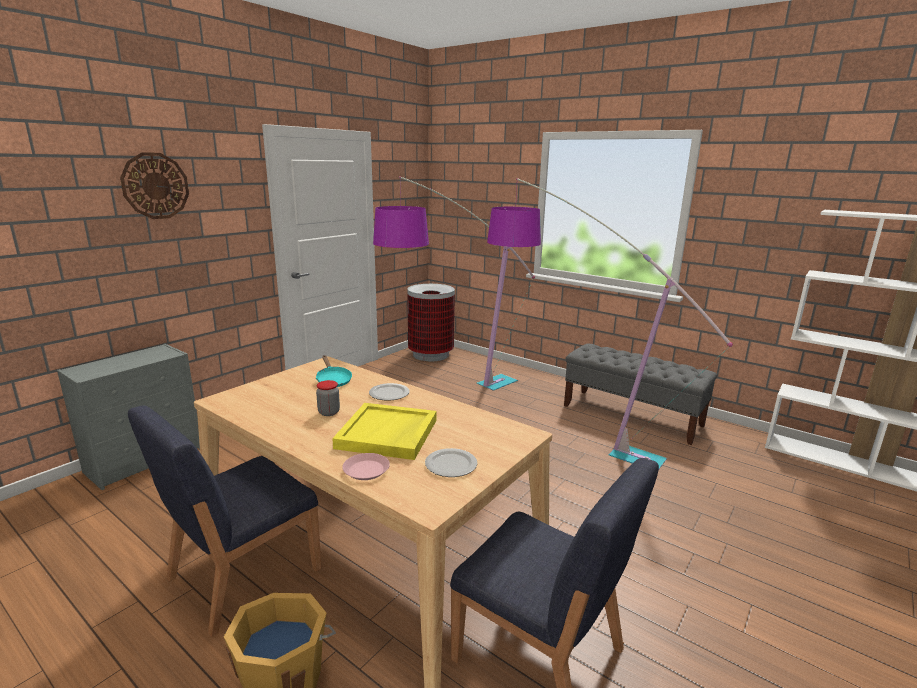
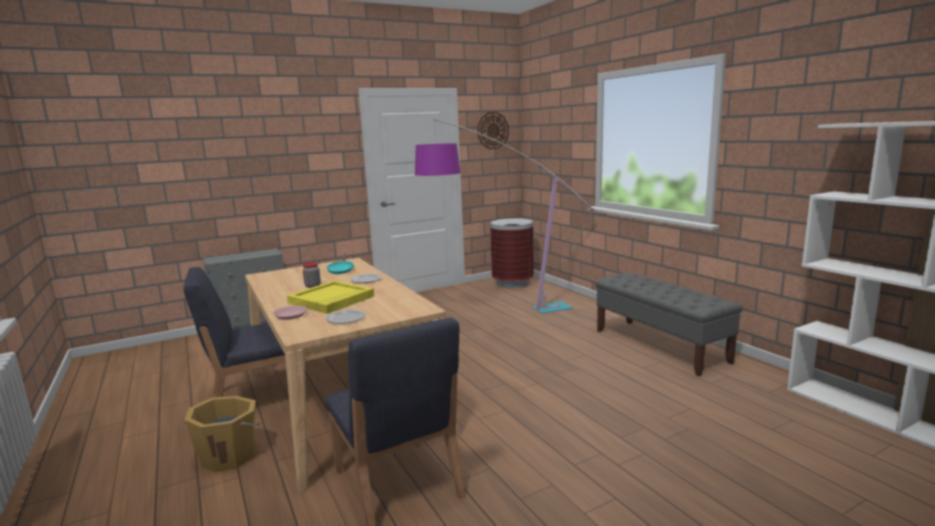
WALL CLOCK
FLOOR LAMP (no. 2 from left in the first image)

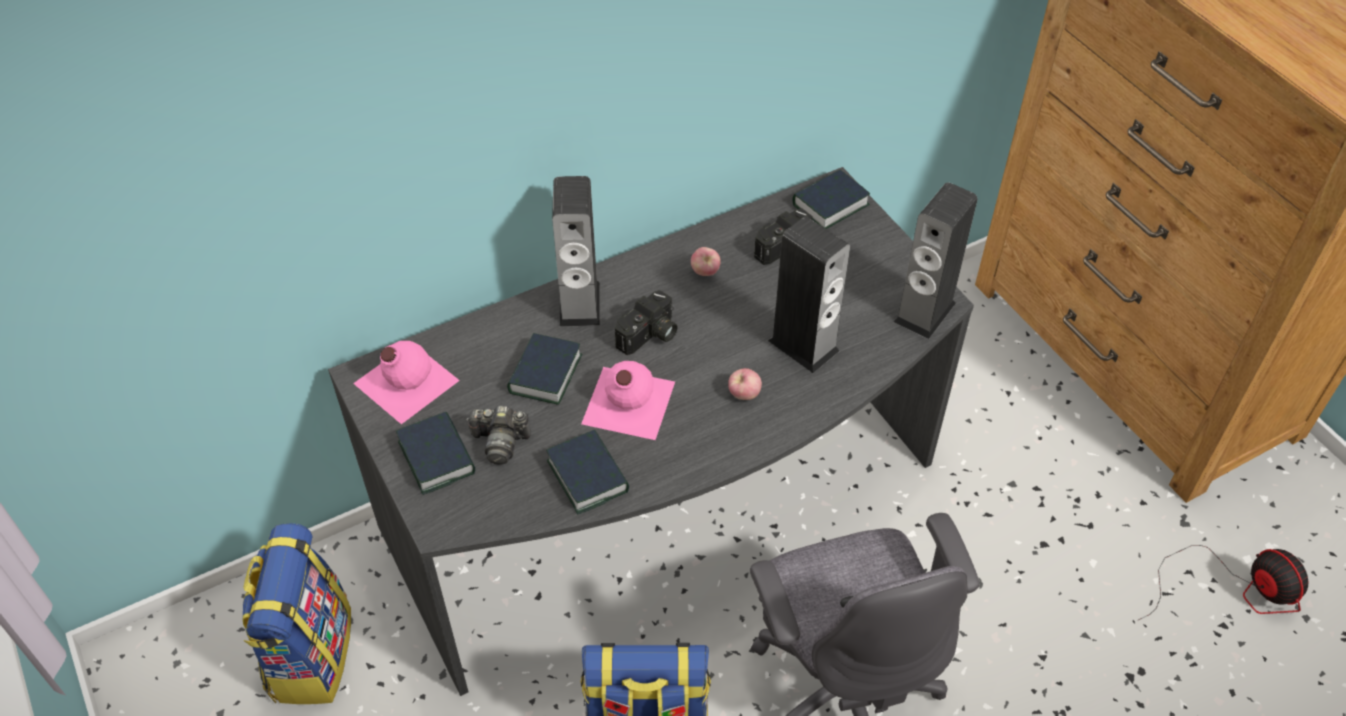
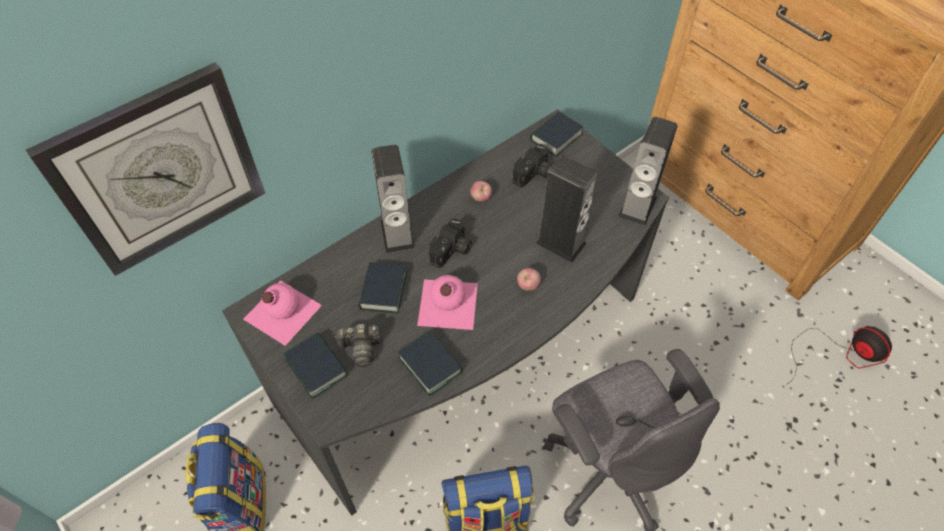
WALL CLOCK

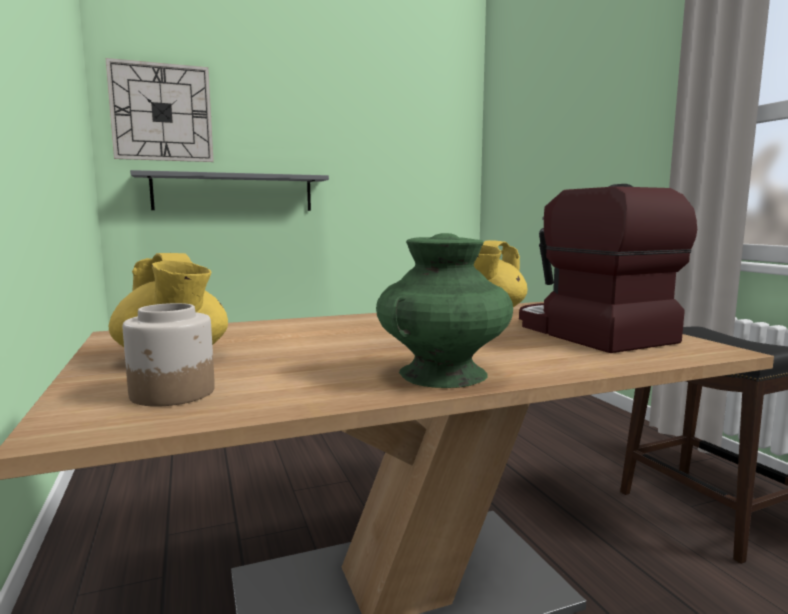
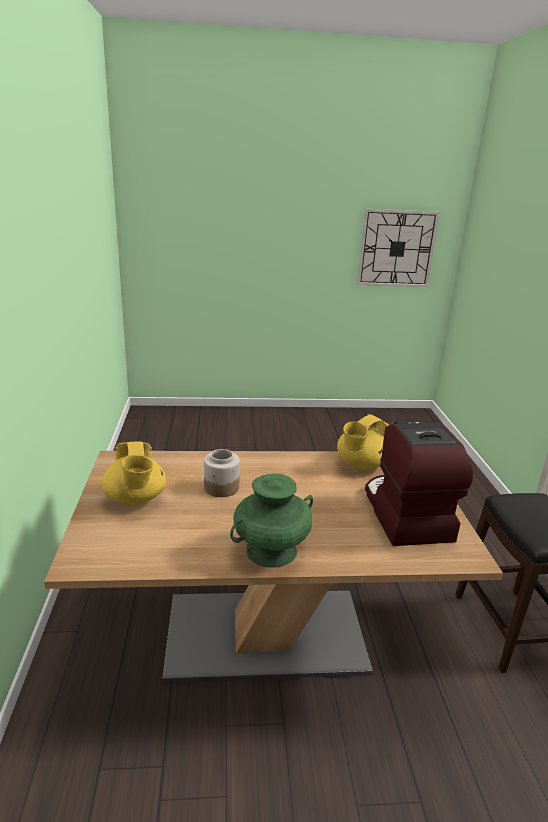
WALL CLOCK
GREY SHELF
JAR

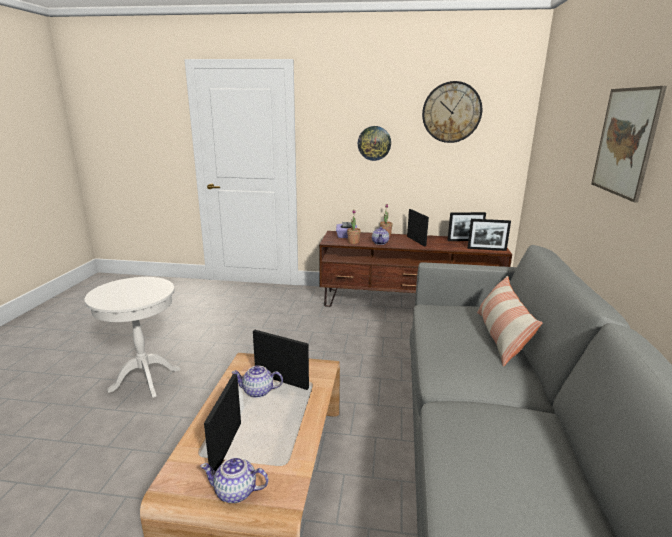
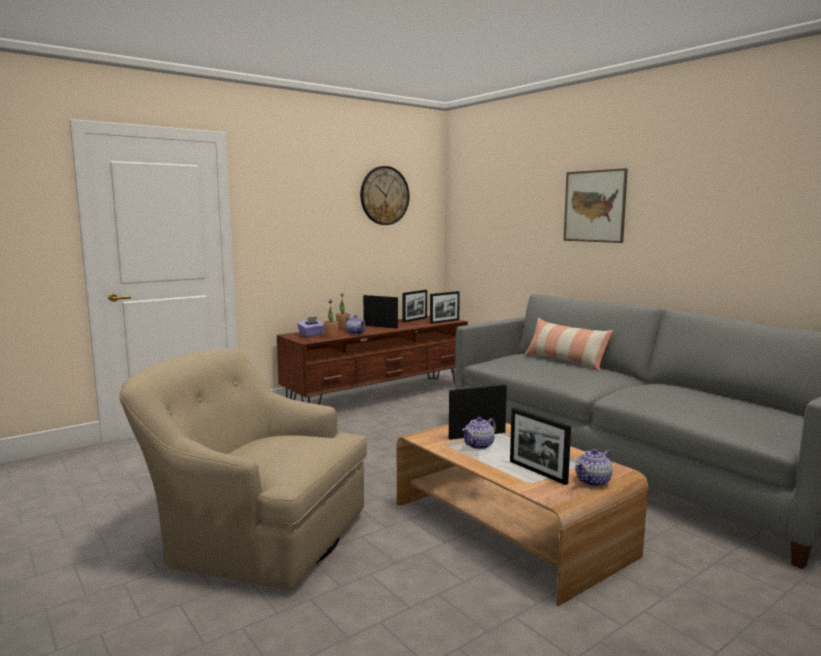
WALL CLOCK (no. 1 from left in the first image)
BEIGE ARMCHAIR

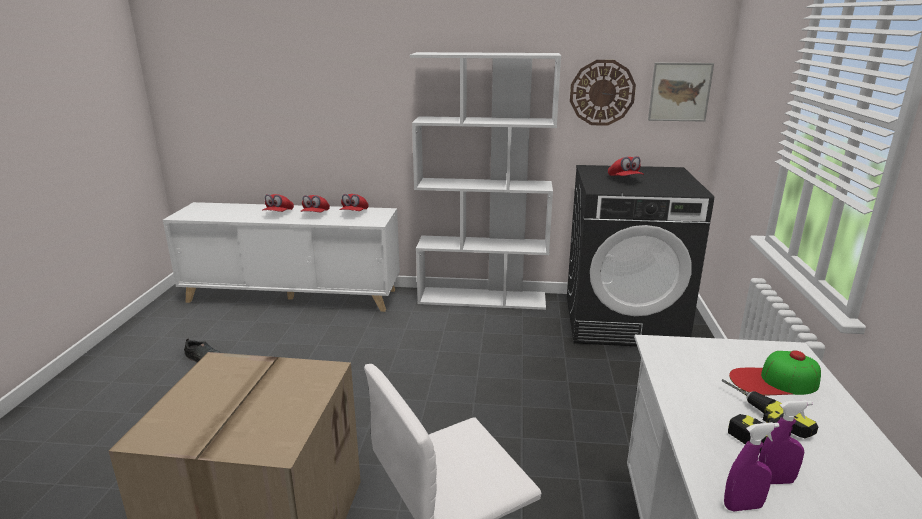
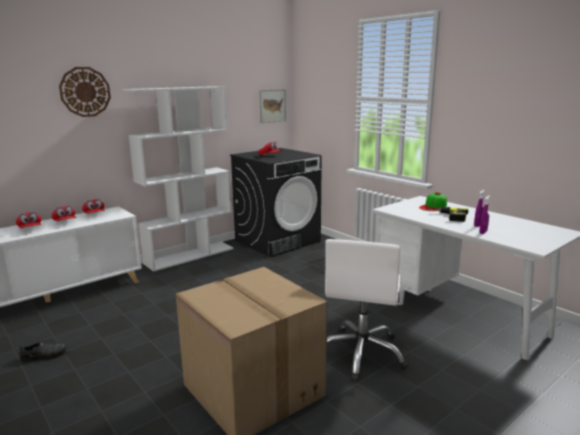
WALL CLOCK

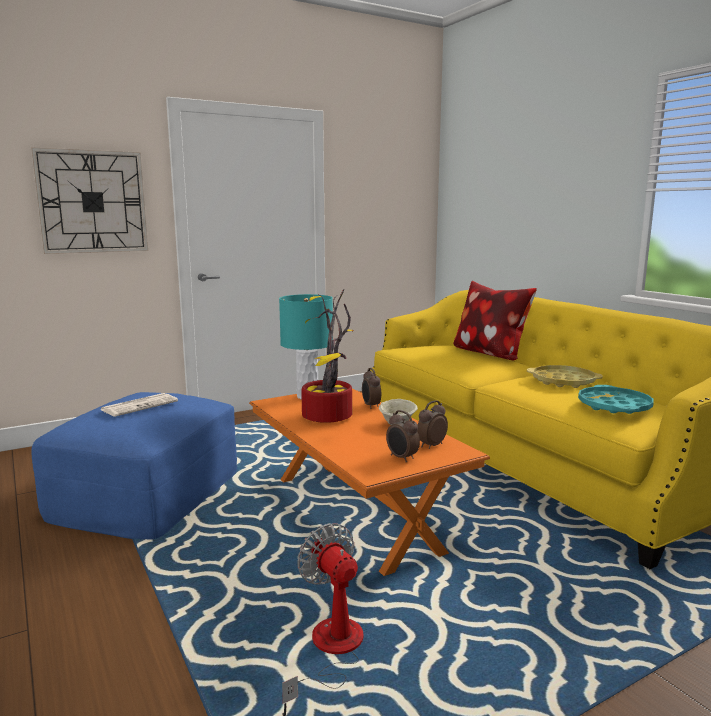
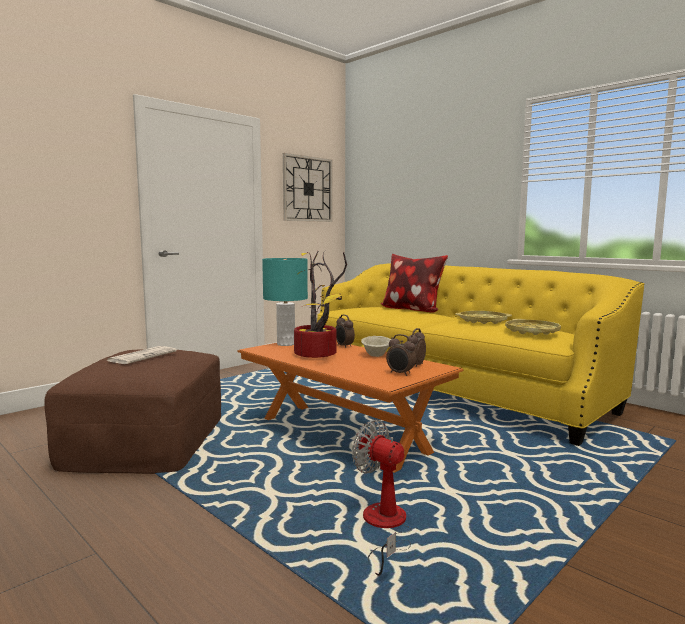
WALL CLOCK
YELLOW TRAY (no. 2 from left)
BROWN OTTOMAN

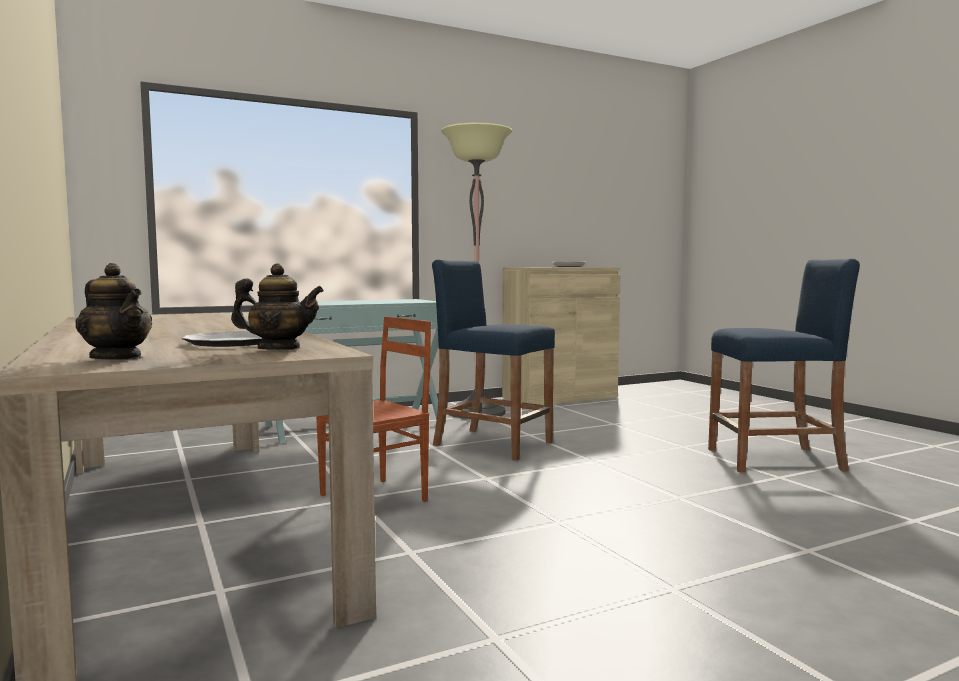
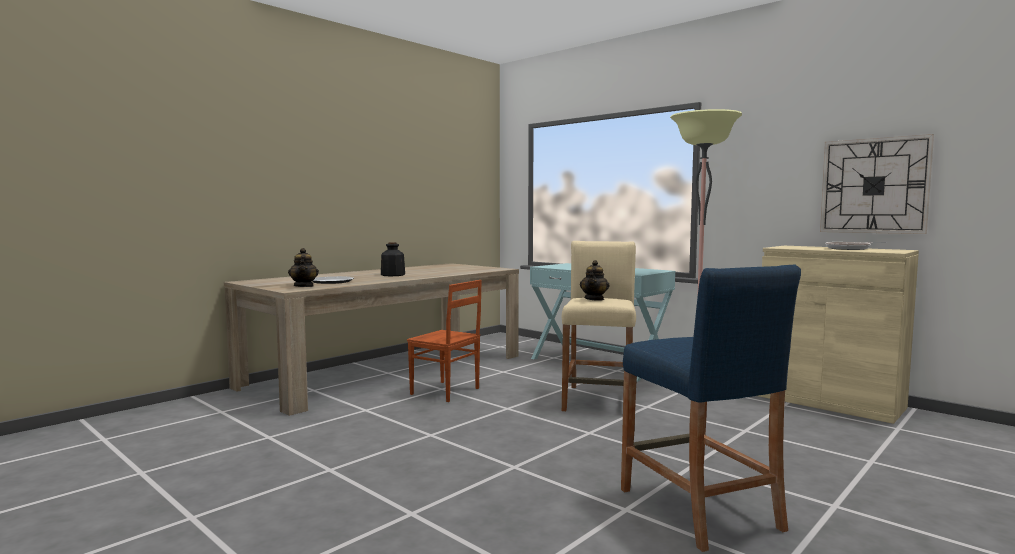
BEIGE STOOL
TEAPOT (no. 2 from left)
WALL CLOCK
BOTTLE

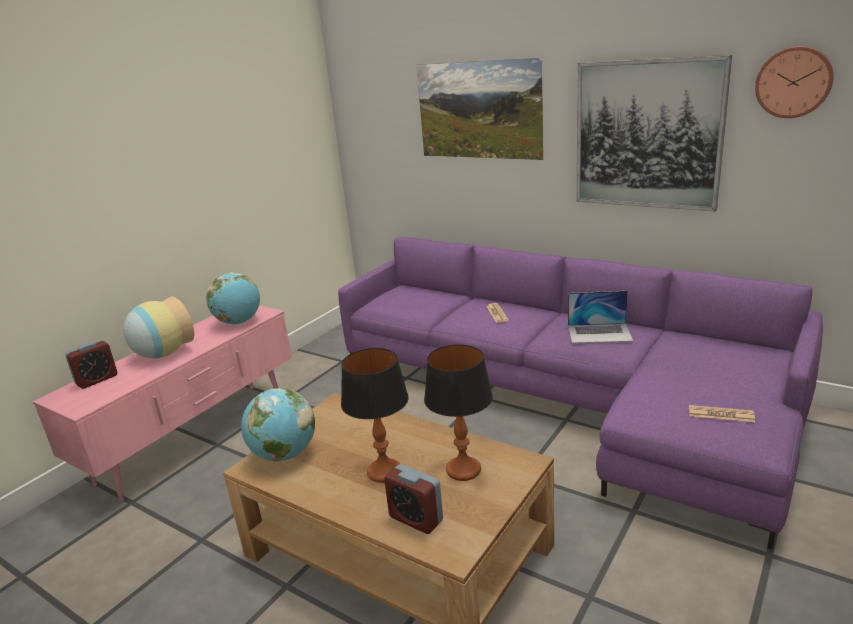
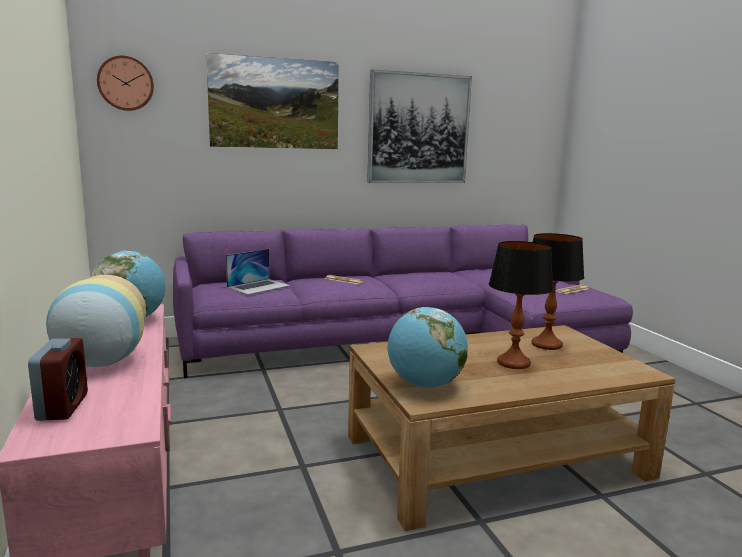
WALL CLOCK
LAPTOP
ALARM CLOCK (no. 2 from left in the first image)

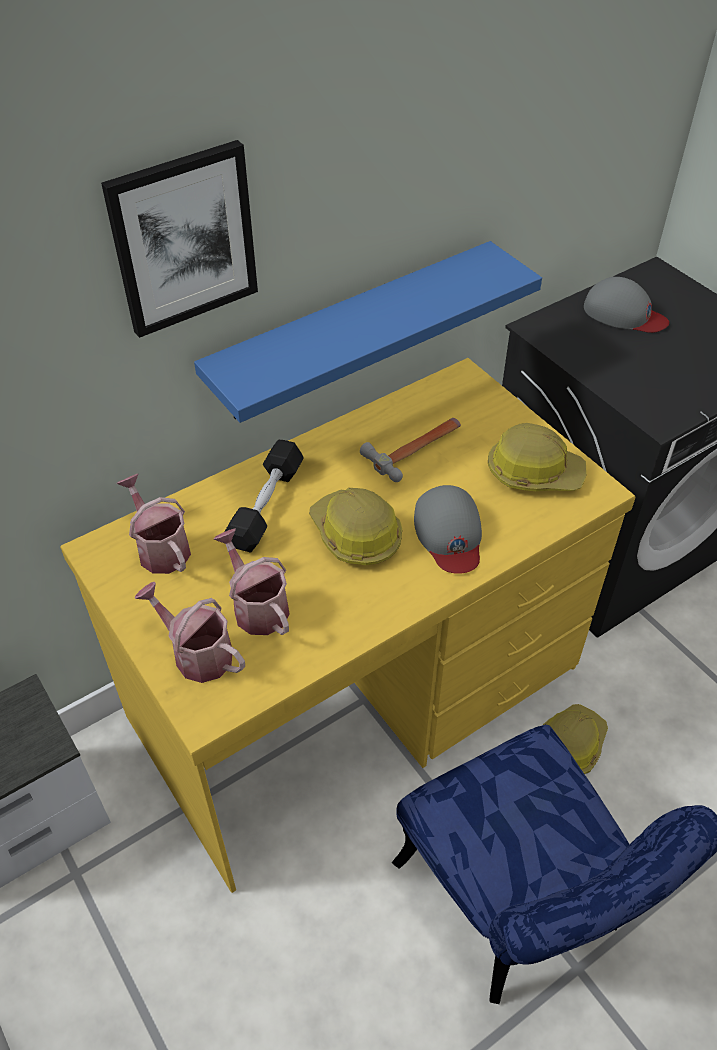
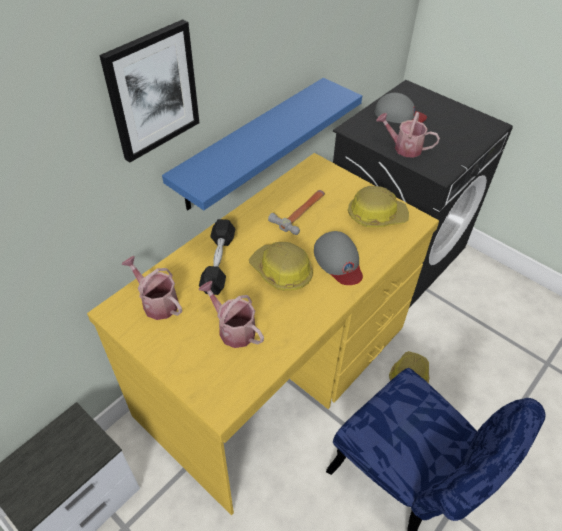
WATERING CAN (no. 3 from left)

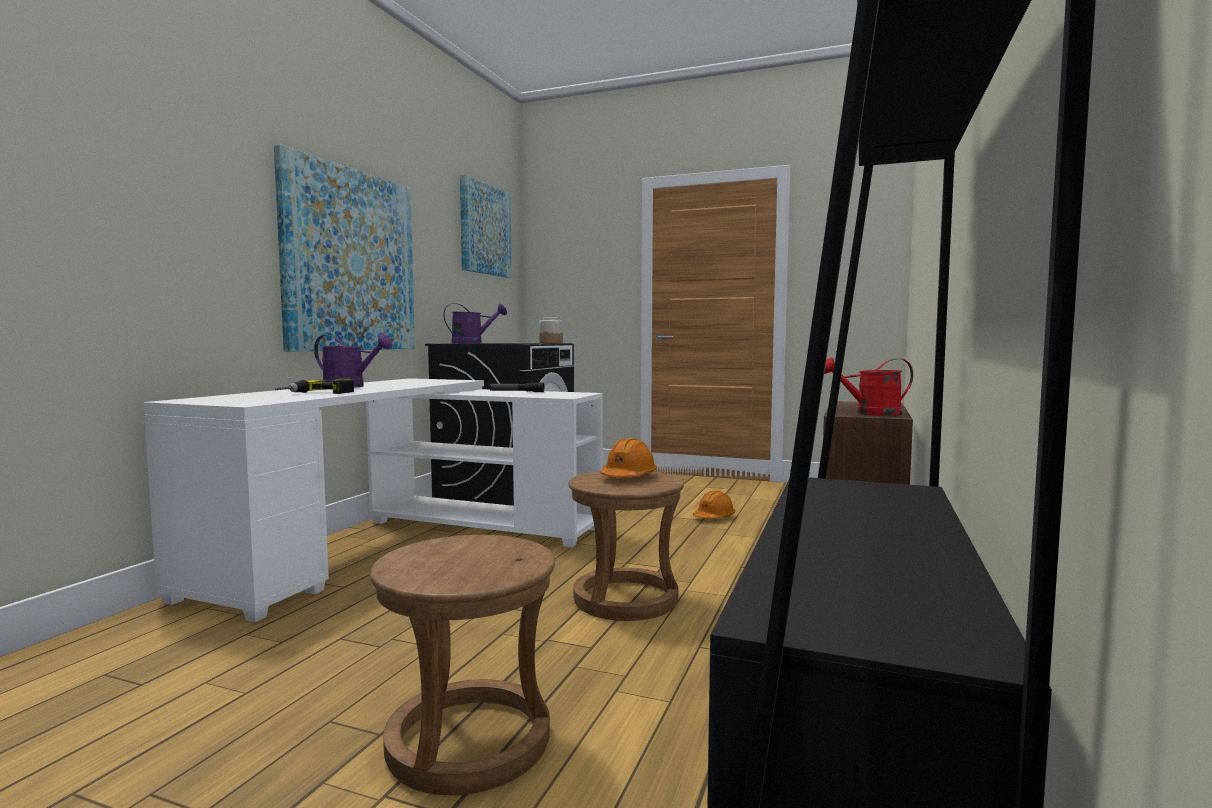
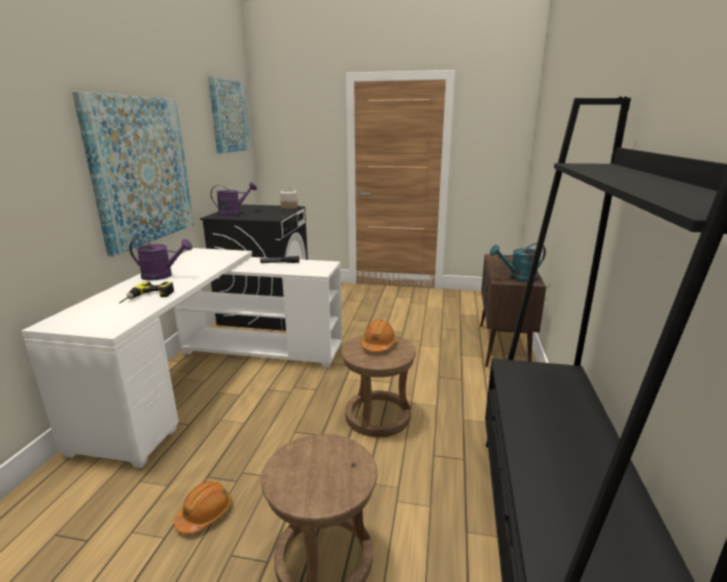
TURQUOISE WATERING CAN
ORANGE HARD HAT (no. 1 from left)

